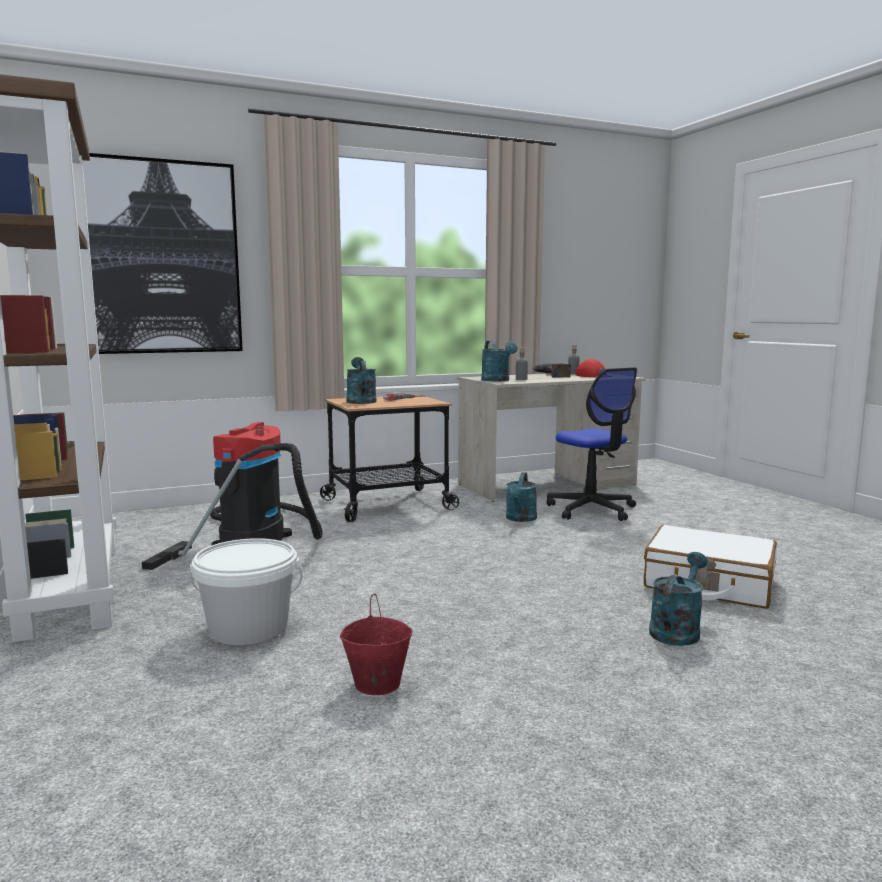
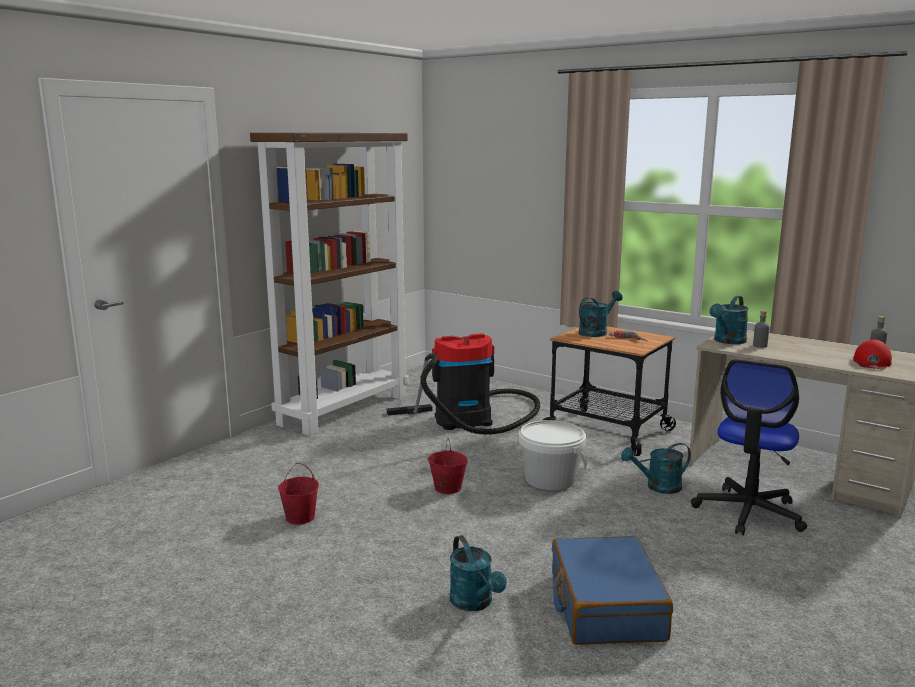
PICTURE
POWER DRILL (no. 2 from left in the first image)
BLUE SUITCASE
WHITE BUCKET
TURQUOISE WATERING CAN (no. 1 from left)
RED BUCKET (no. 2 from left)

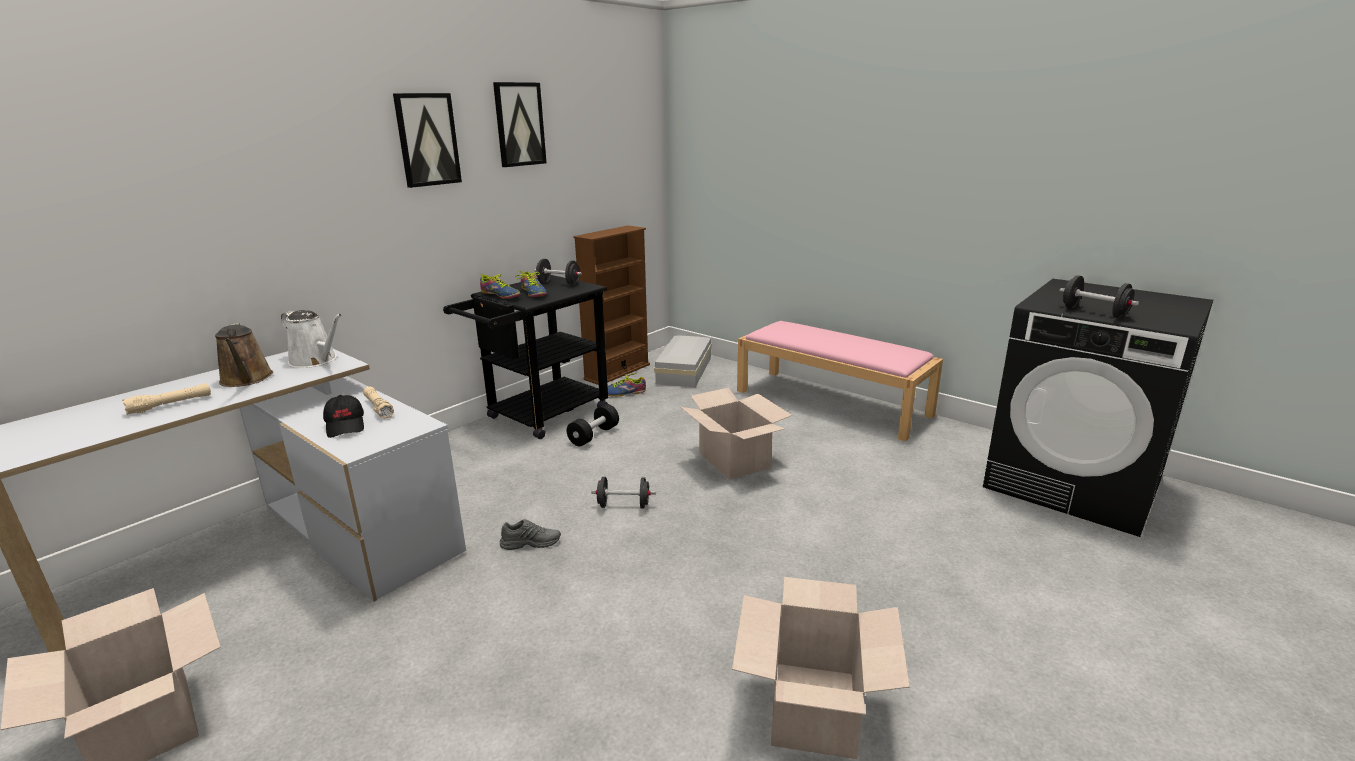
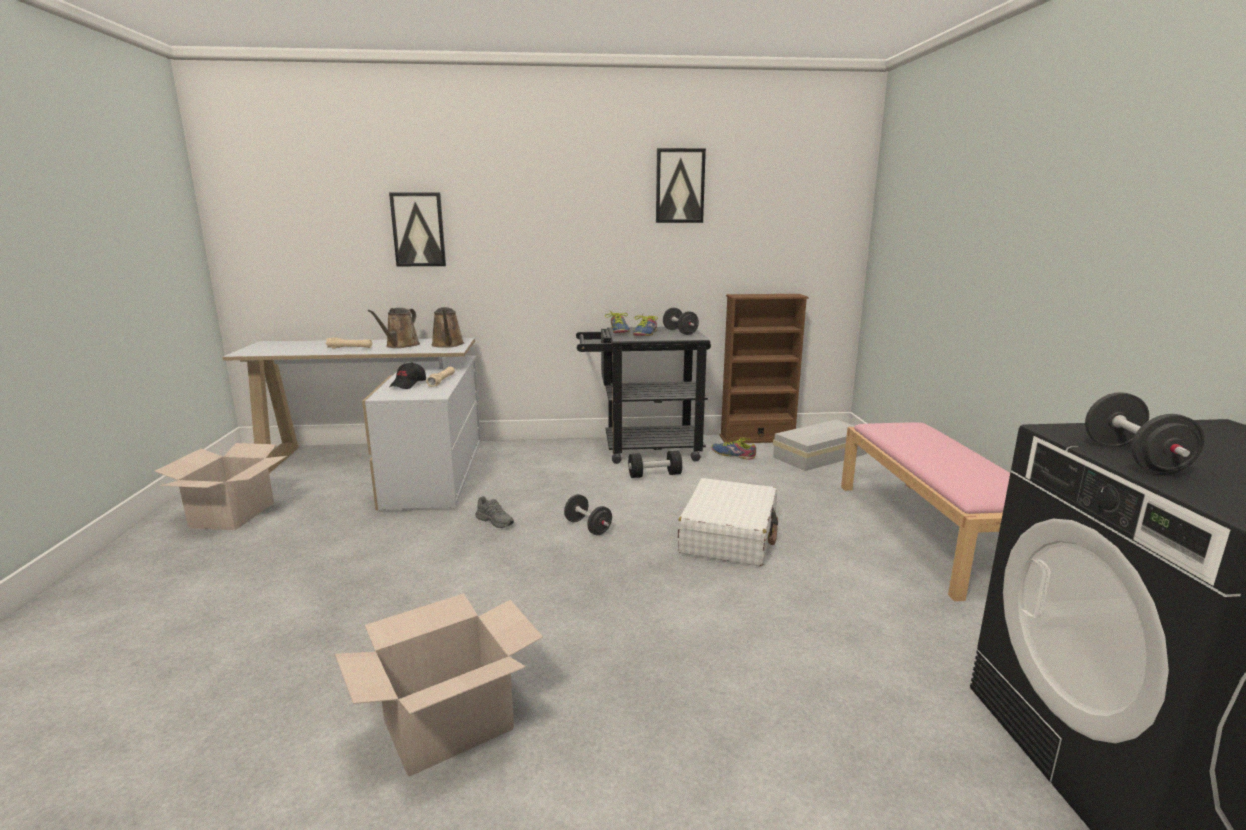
PICTURE (no. 1 from left)
BROWN WATERING CAN (no. 2 from left)
WHITE SUITCASE

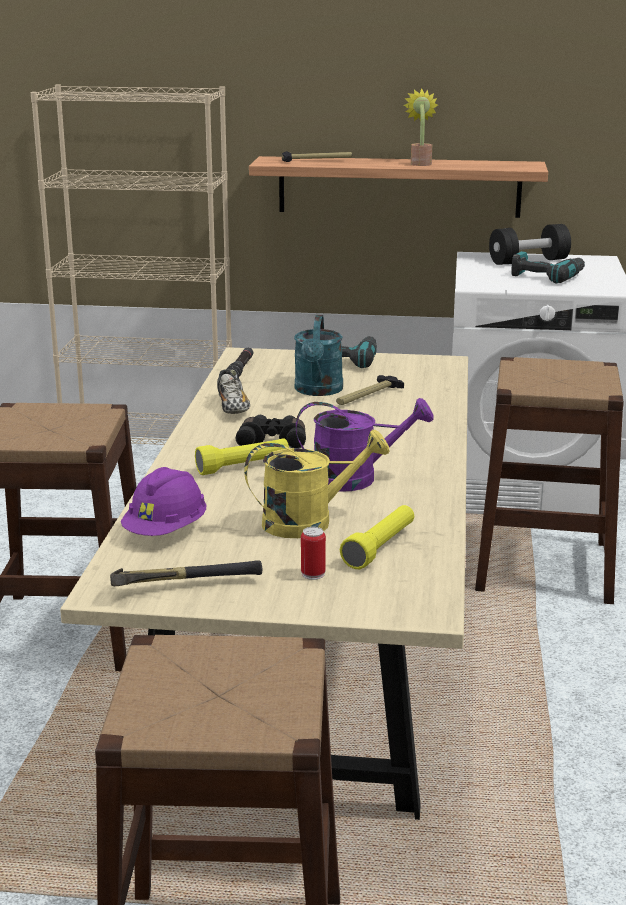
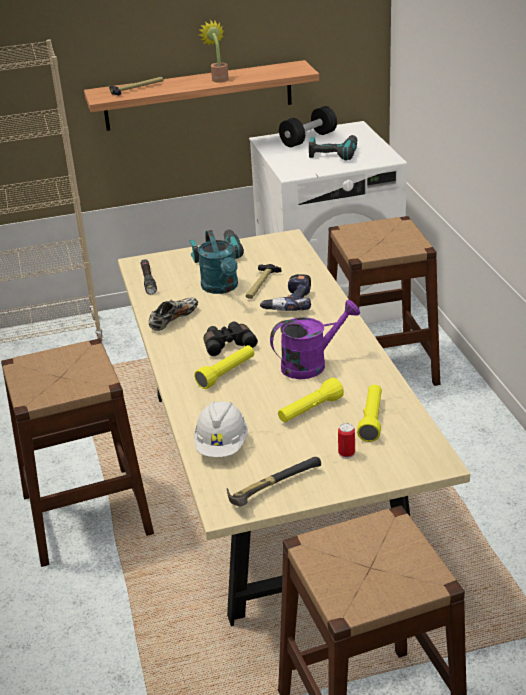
SHOE
YELLOW FLASHLIGHT (no. 2 from left)
WHITE HARD HAT
POWER DRILL (no. 2 from left)

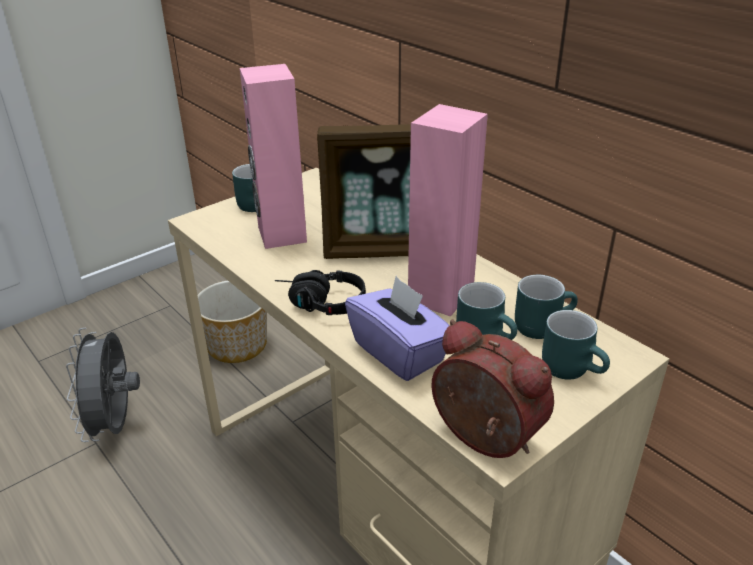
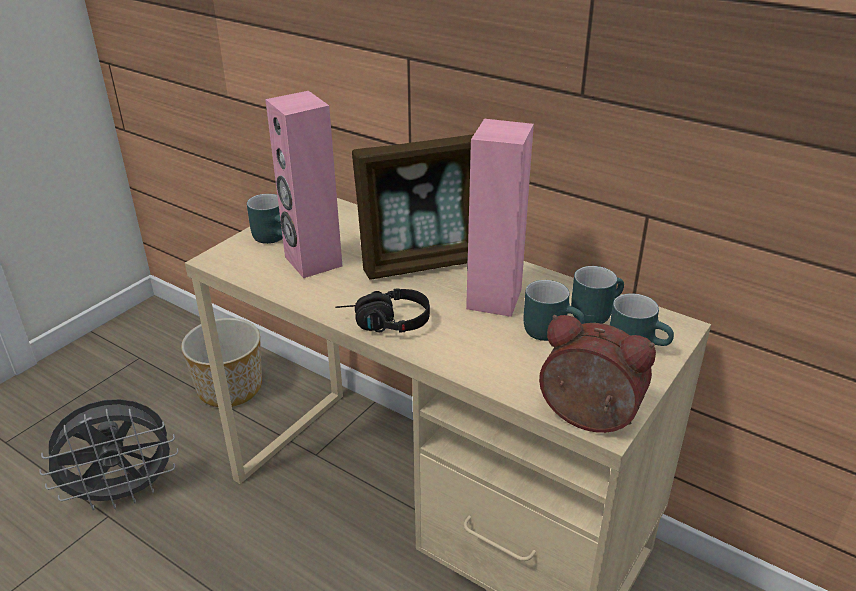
PURPLE TISSUE BOX
GREY FAN

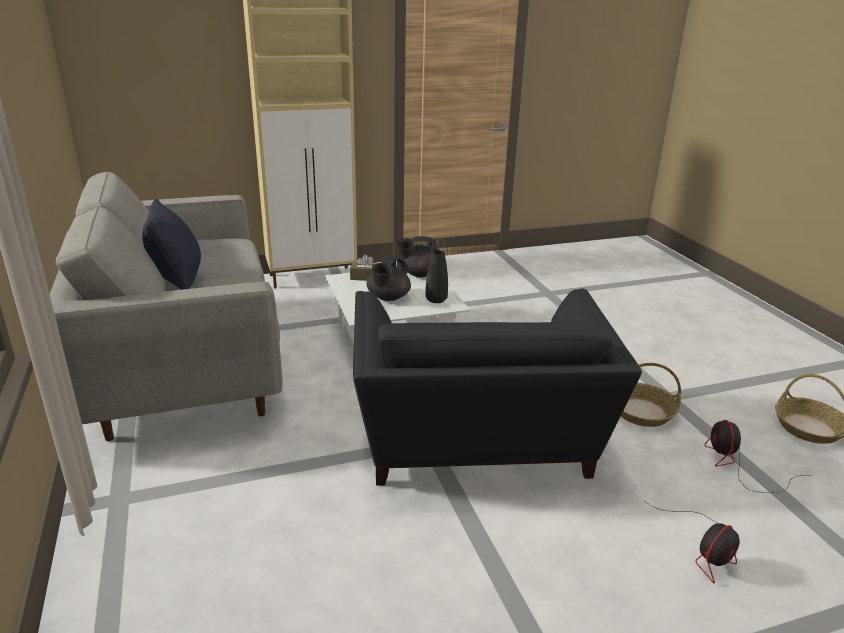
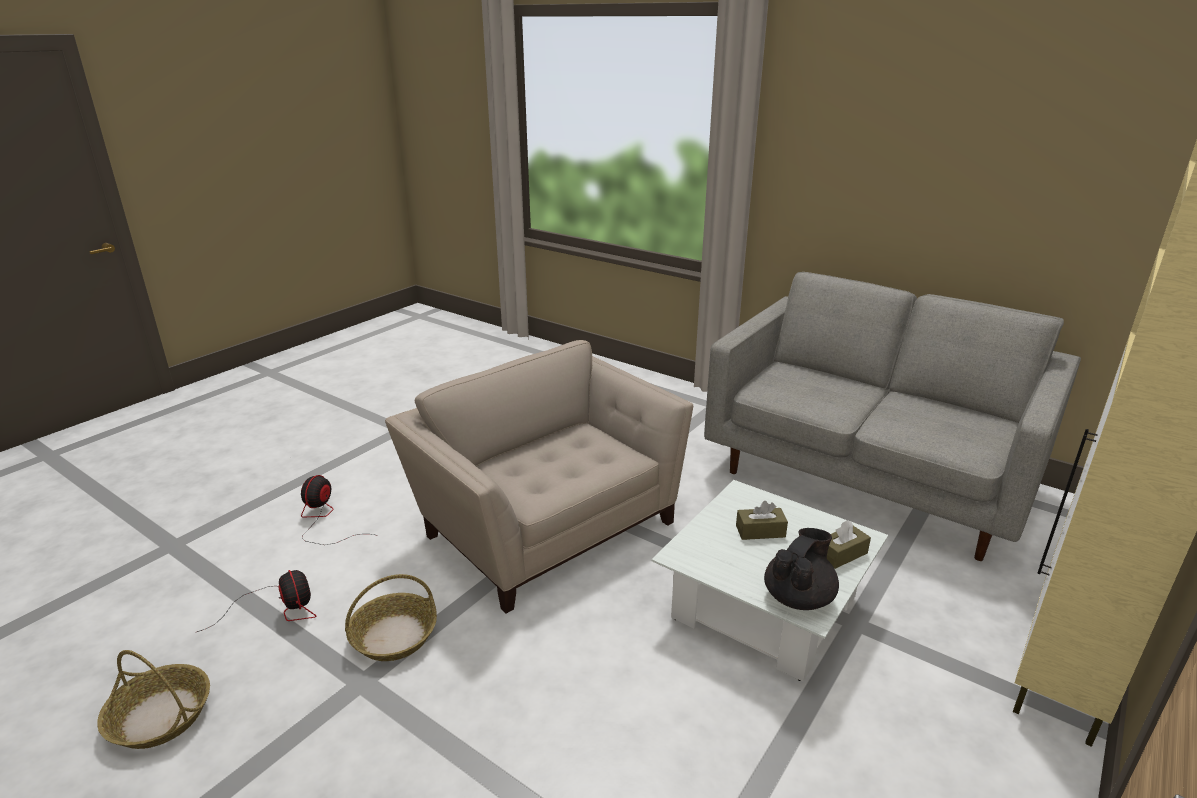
BLACK PILLOW
BLACK VASE
BROWN TISSUE BOX (no. 1 from left)
BEIGE ARMCHAIR

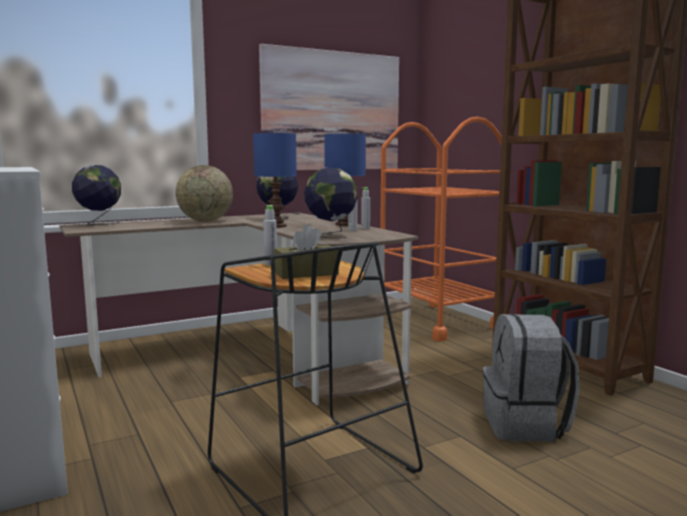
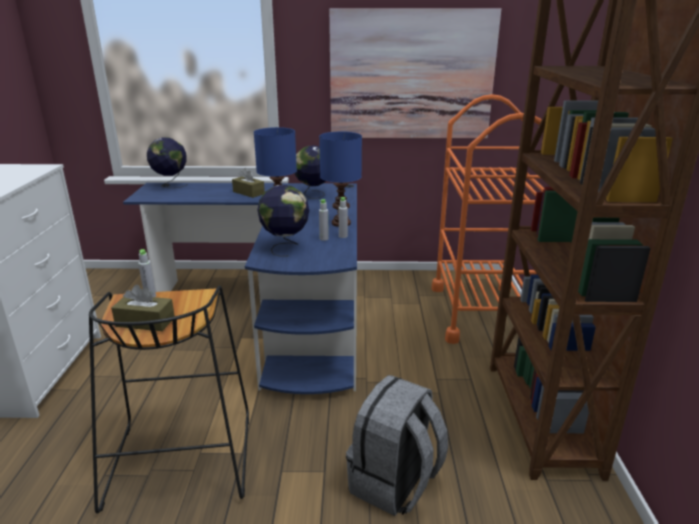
BROWN TISSUE BOX (no. 2 from left)
BLUE DESK

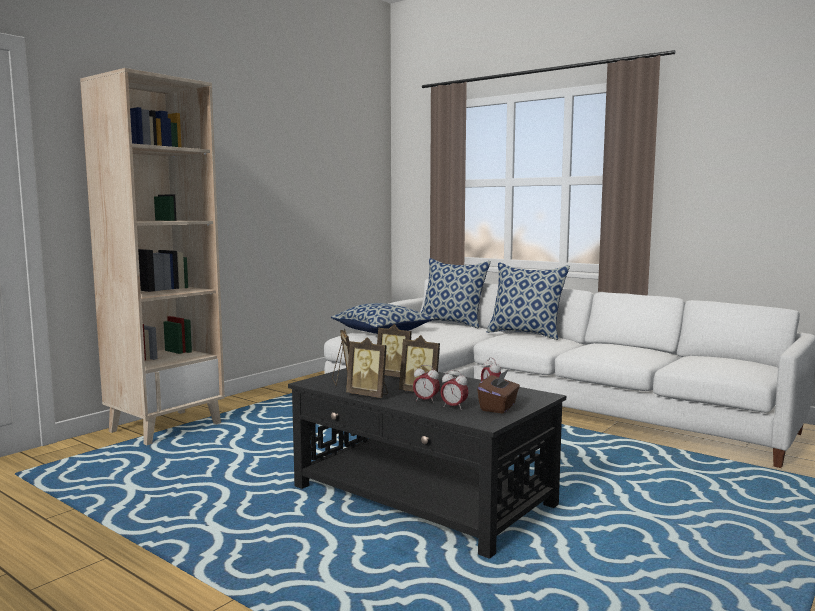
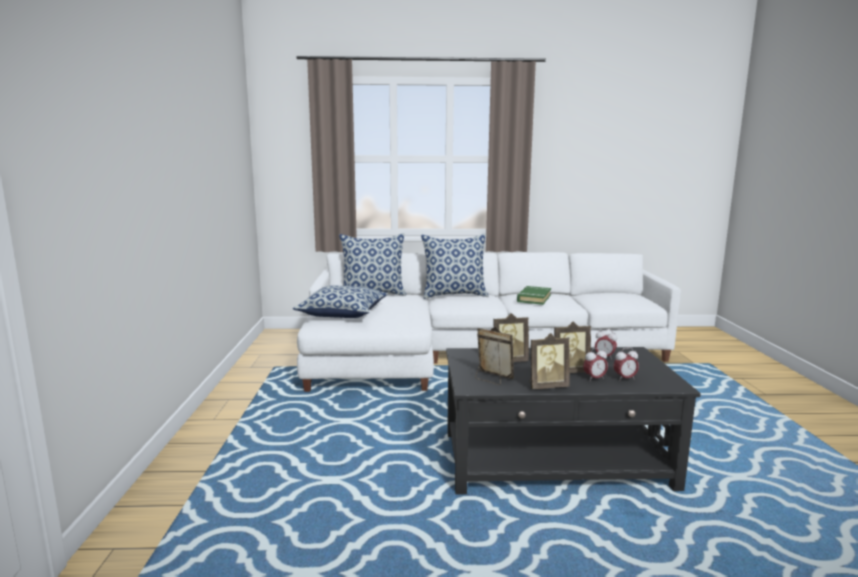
BEIGE BOOKCASE
BROWN TISSUE BOX
GREEN BOOK

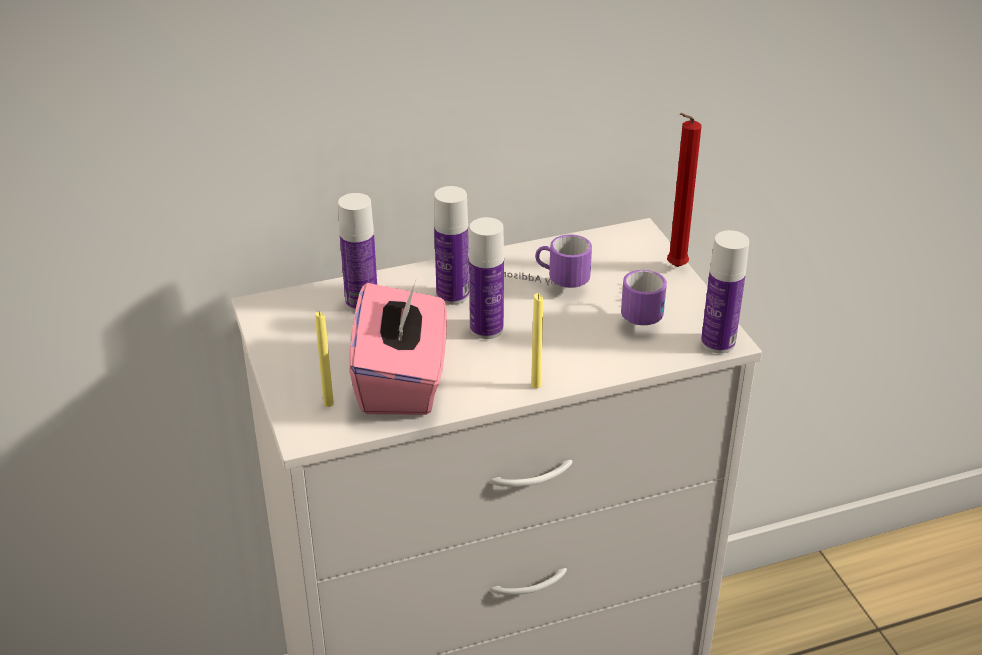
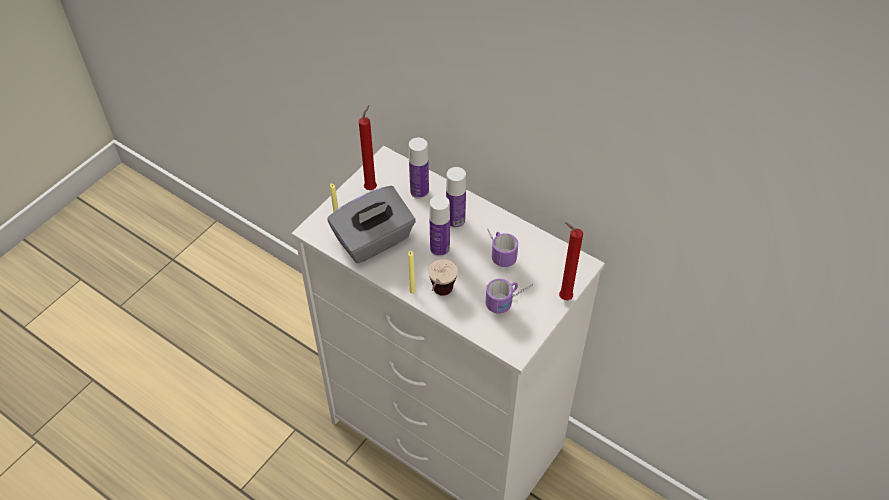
BOTTLE (no. 4 from left in the first image)
GREY TISSUE BOX
RED CANDLE (no. 1 from left)
CUP

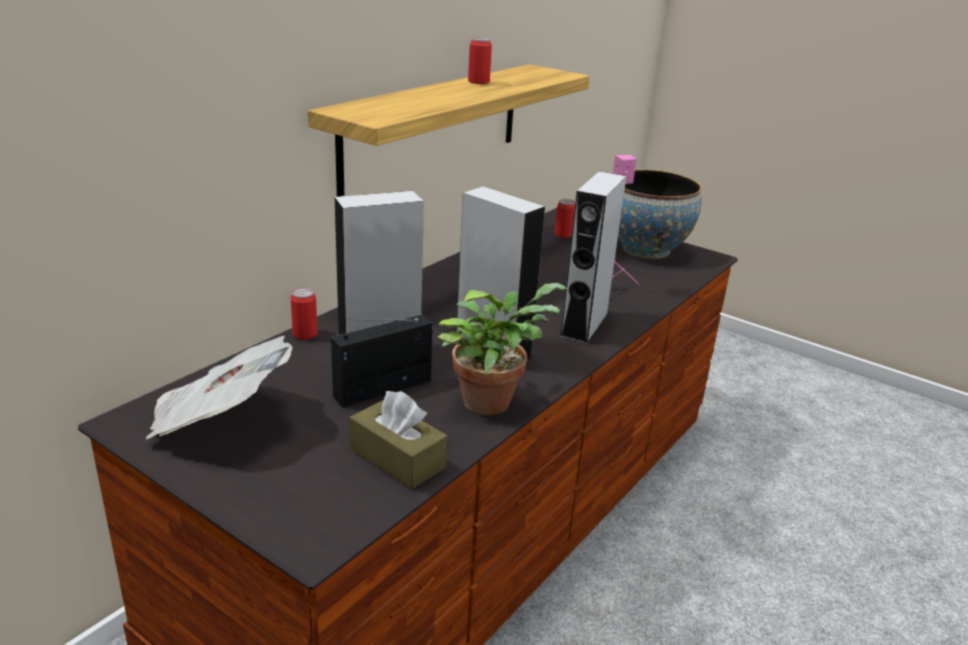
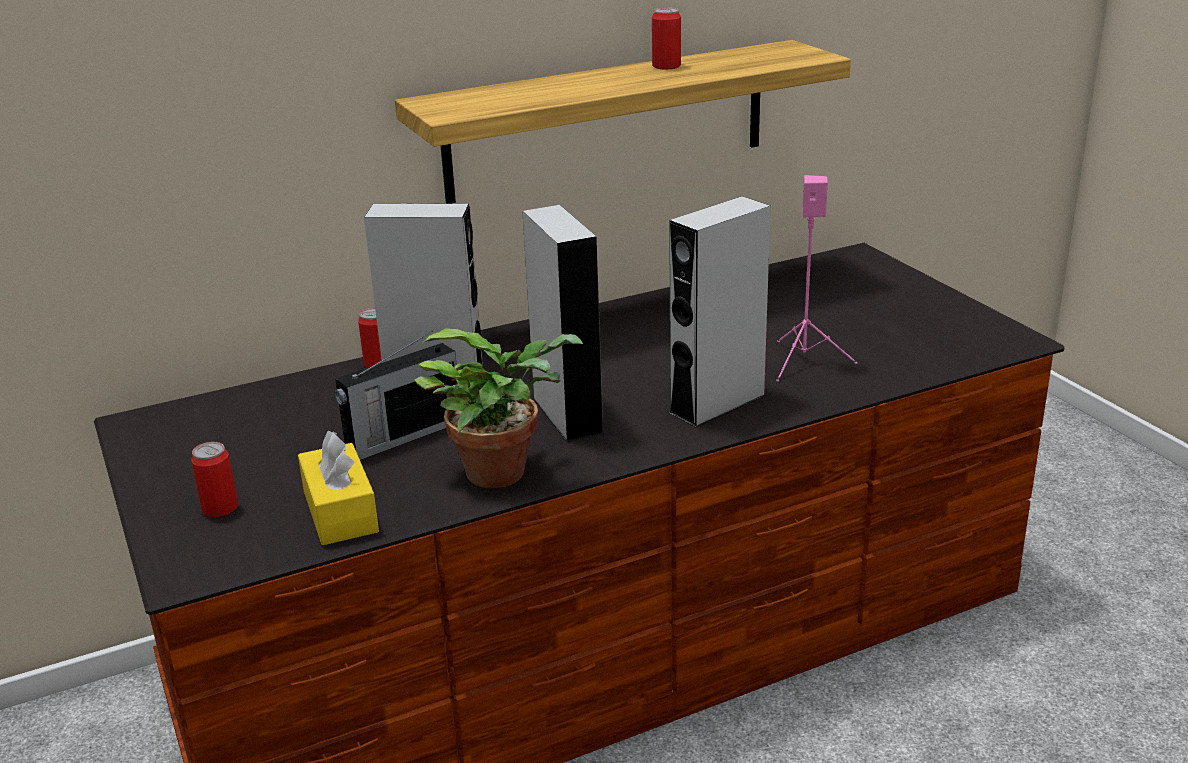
BOWL
CAN (no. 1 from left)
RADIO
NEWSPAPER
YELLOW TISSUE BOX

